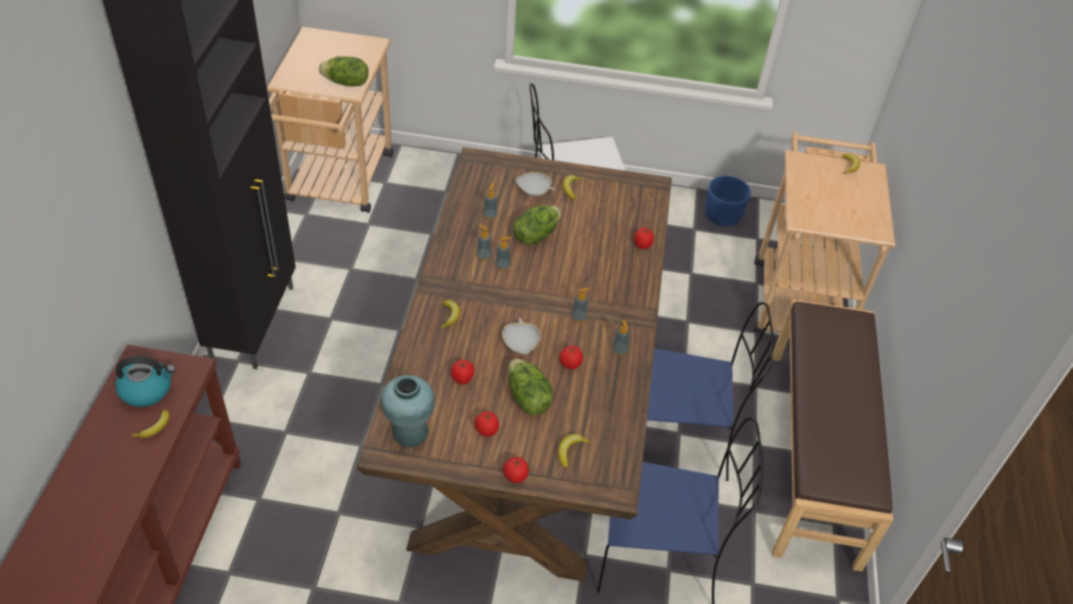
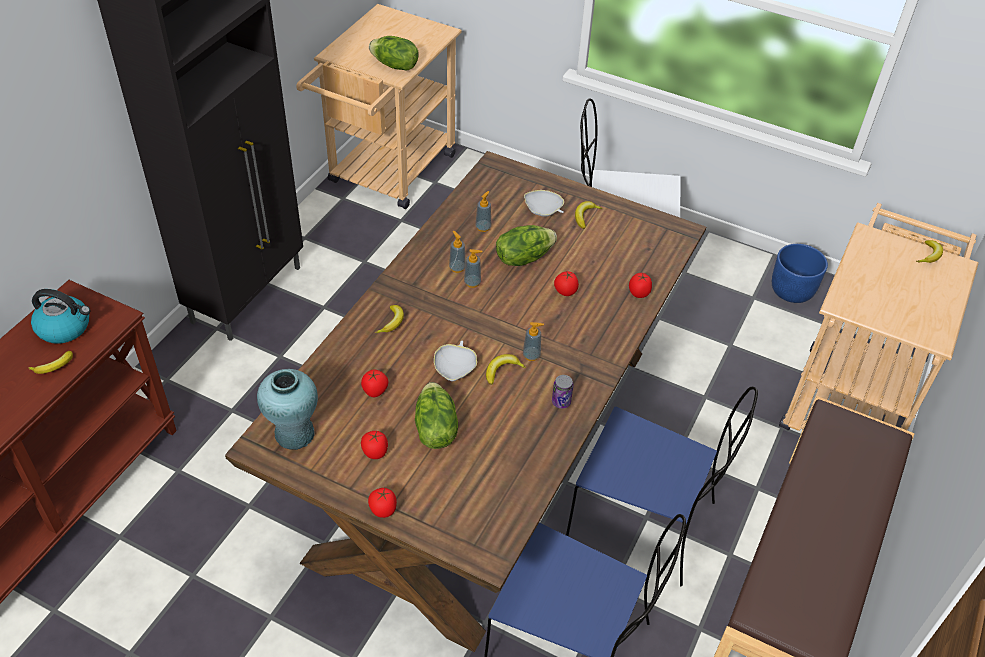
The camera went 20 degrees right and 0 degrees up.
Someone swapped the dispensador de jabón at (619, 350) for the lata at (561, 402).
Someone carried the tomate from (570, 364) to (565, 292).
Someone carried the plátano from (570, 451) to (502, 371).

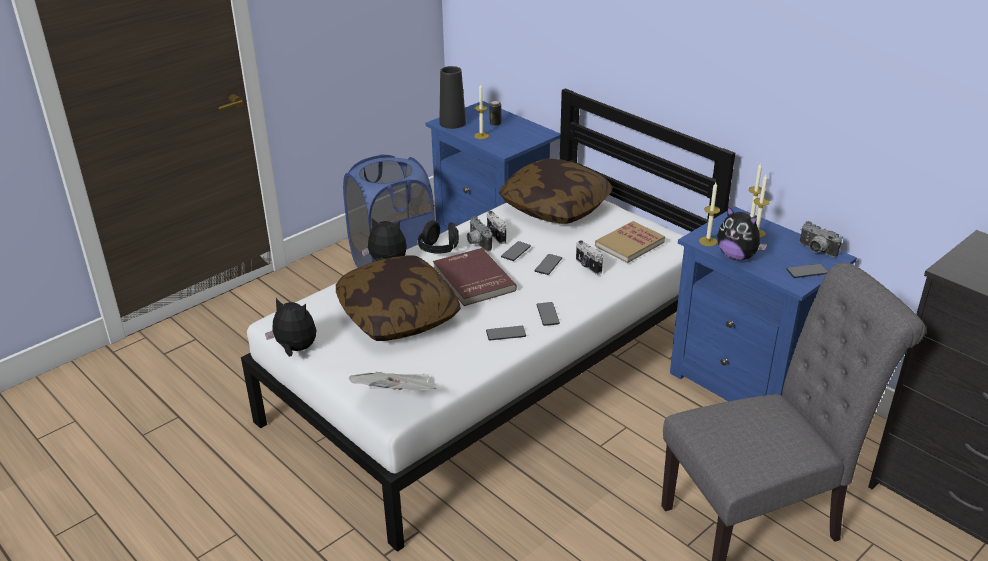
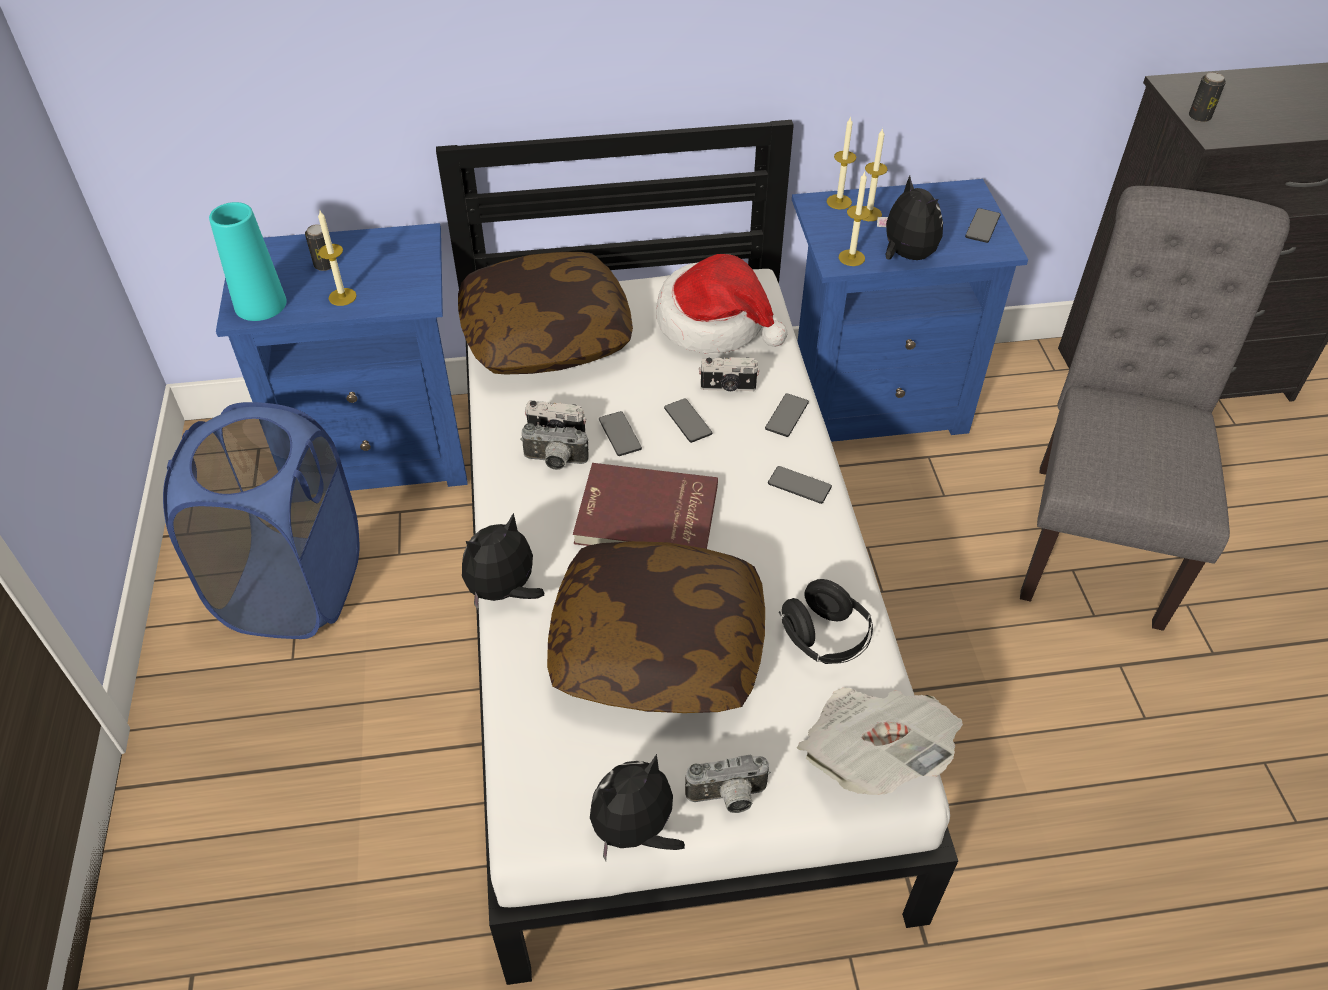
The camera went 55 degrees left and 15 degrees up.
Someone repainted the florero/negro at (452, 123), which became the florero/turquesa at (260, 304).
Someone rotated the peluche at (737, 256) by 105 degrees counterclockwise.
Someone carried the auriculares/negro from (439, 250) to (825, 638).
Someone swapped the libro at (629, 244) for the sombrero at (714, 323).
Someone carried the cámara from (815, 251) to (728, 798).
Someone carried the móvil from (506, 334) to (787, 416).
Someone put down the lata at (1199, 117).

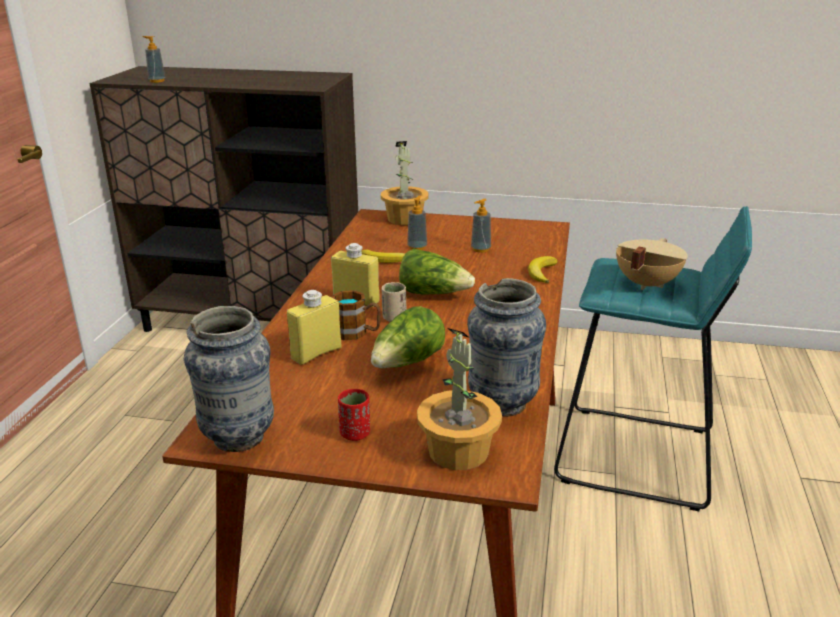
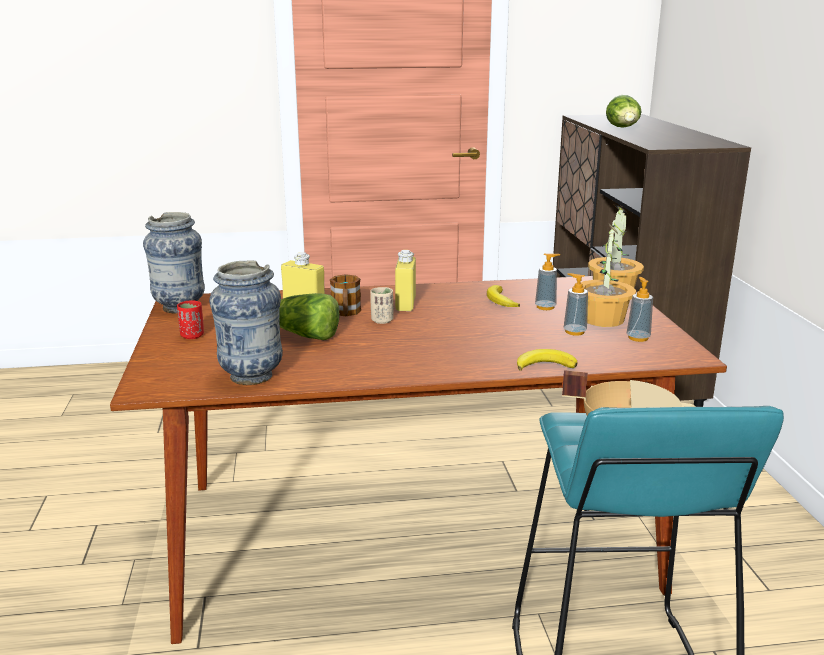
The camera went 70 degrees right and 5 degrees down.
Someone carried the dispensador de jabón from (157, 81) to (638, 338).
Someone carried the lechuga from (434, 293) to (623, 128).
Someone carried the planta en maceta from (458, 452) to (602, 319).

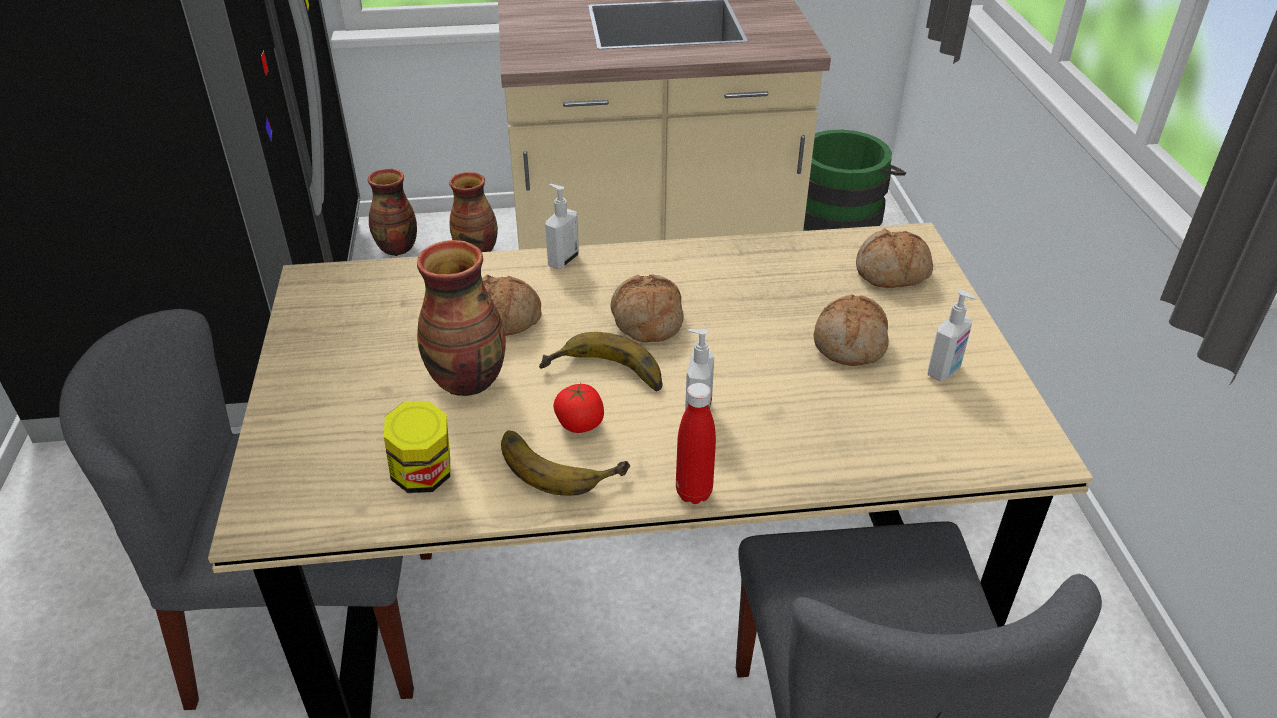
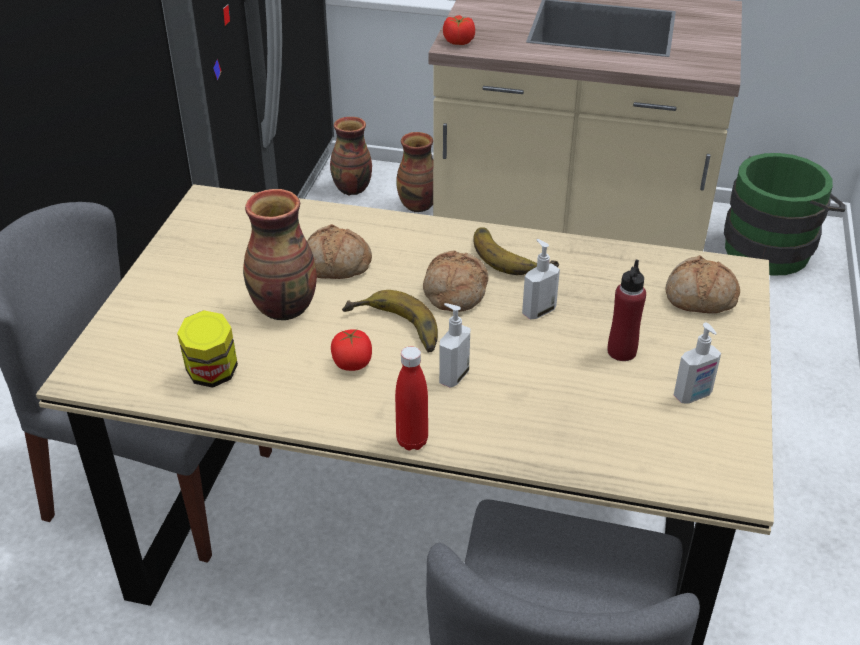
The camera went 20 degrees right and 0 degrees up.
Someone carried the dispensador de jabón from (562, 260) to (538, 311).
Someone swapped the pan at (851, 343) for the botella/rojo at (621, 351).
Someone carried the plátano from (560, 461) to (512, 254).
Someone put down the tomate at (458, 41).

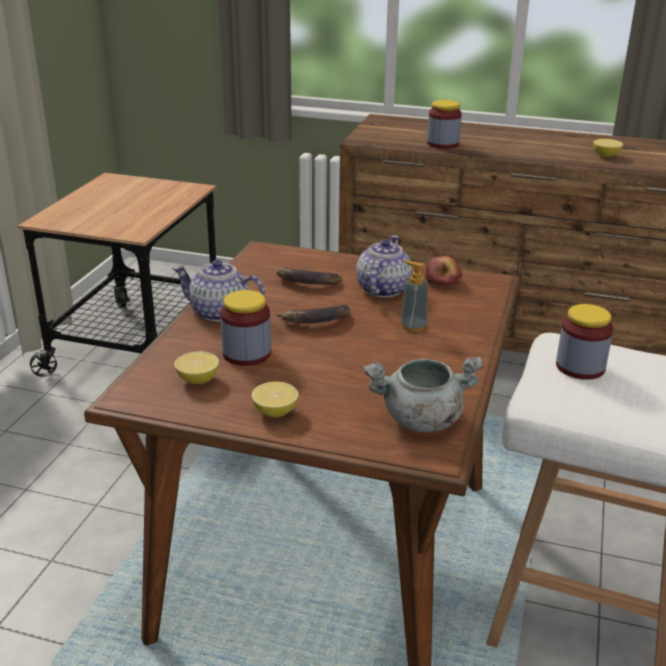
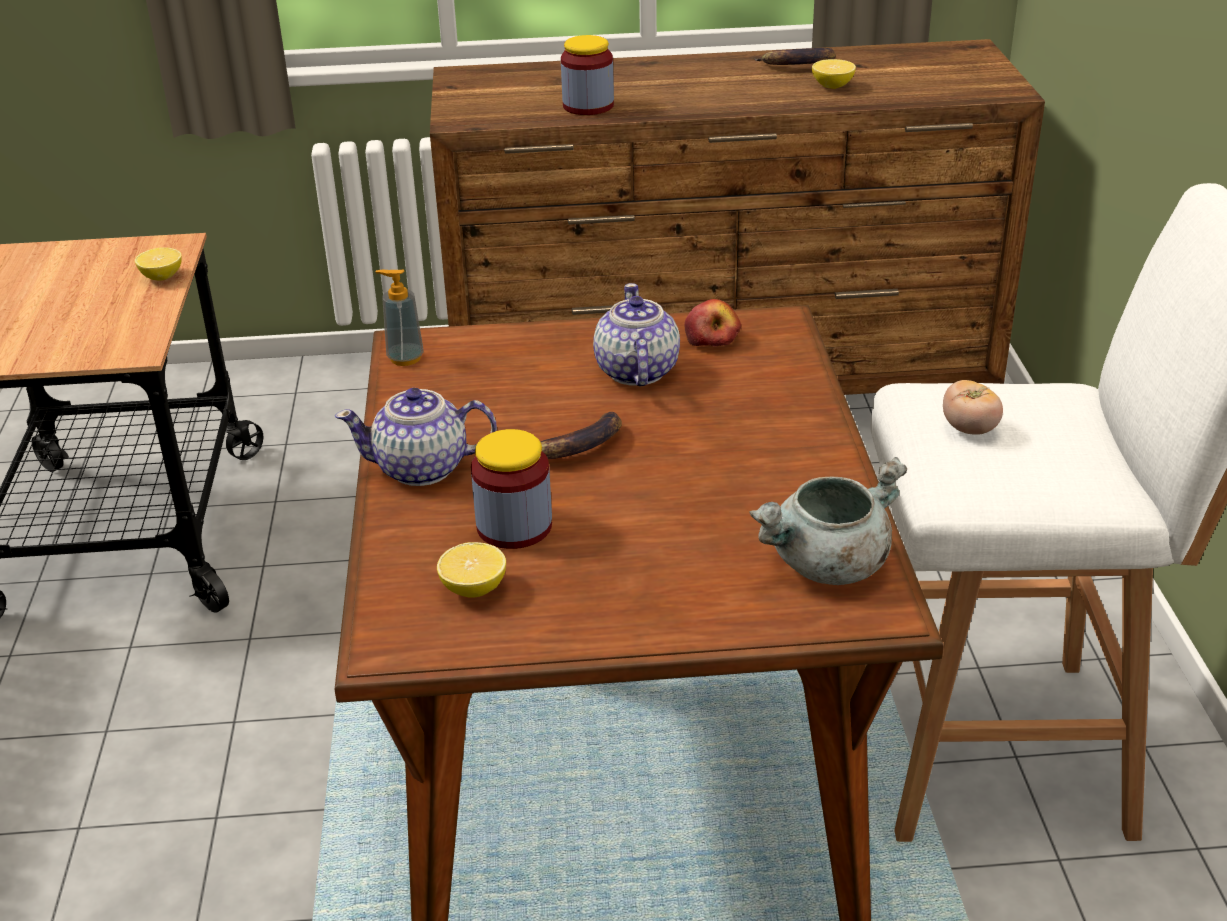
The camera went 20 degrees left and 5 degrees up.
Someone carried the dispensador de jabón from (413, 326) to (405, 358).
Someone carried the plátano from (306, 282) to (797, 65).
Someone swapped the tarro at (580, 367) for the tomate at (969, 429).
Someone carried the limón from (275, 412) to (162, 277).

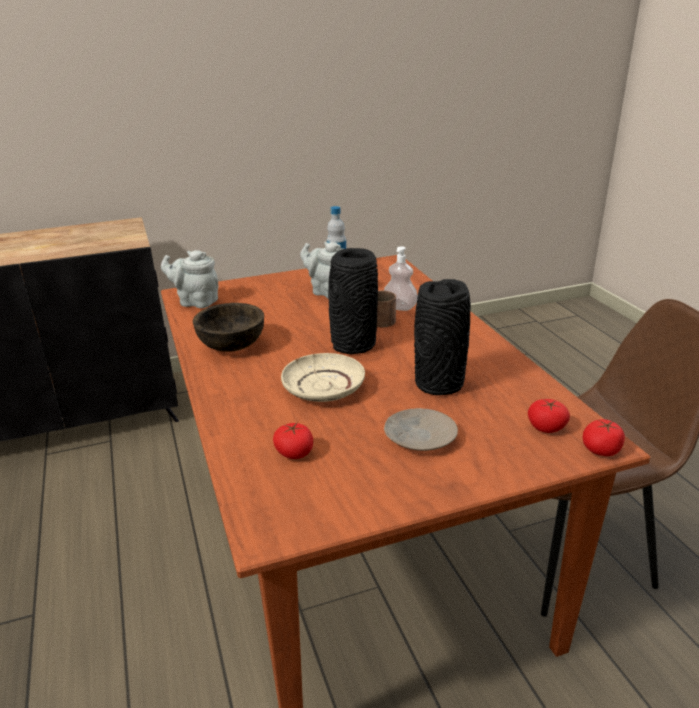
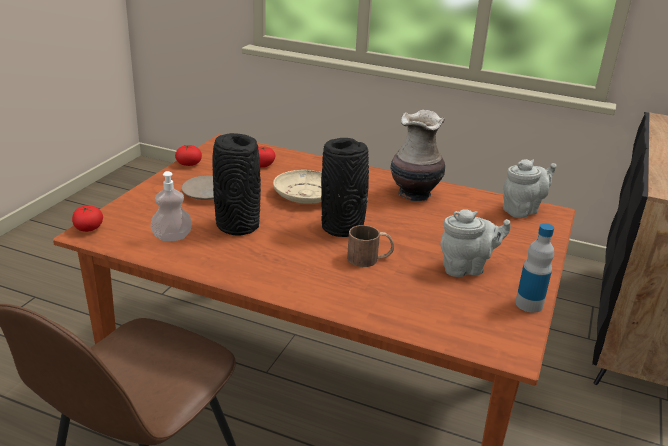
The camera went 130 degrees right and 0 degrees up.
Someone carried the dispensador de jabón from (400, 307) to (172, 237).
Someone swapped the cuenco/marrón at (232, 345) for the florero at (413, 194).
Someone carried the tomate from (546, 427) to (188, 164).

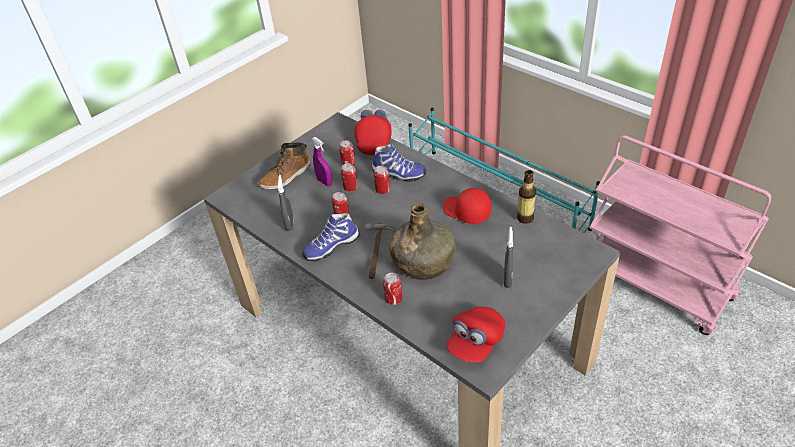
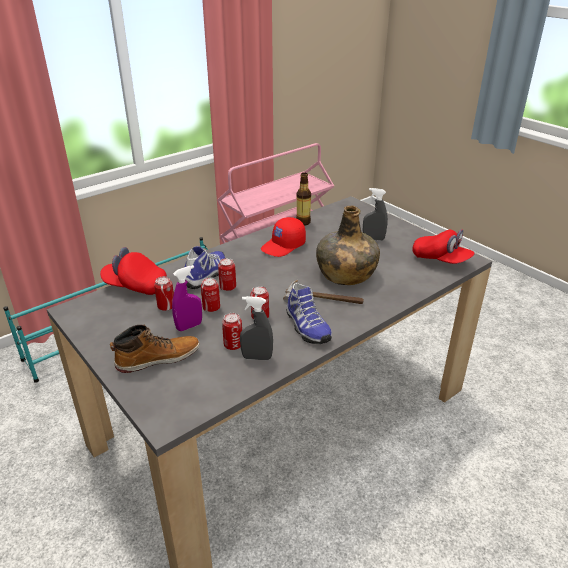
The camera went 85 degrees left and 10 degrees down.
Someone rotated the bota at (286, 176) by 75 degrees counterclockwise.
Someone carried the lata from (393, 299) to (233, 345).

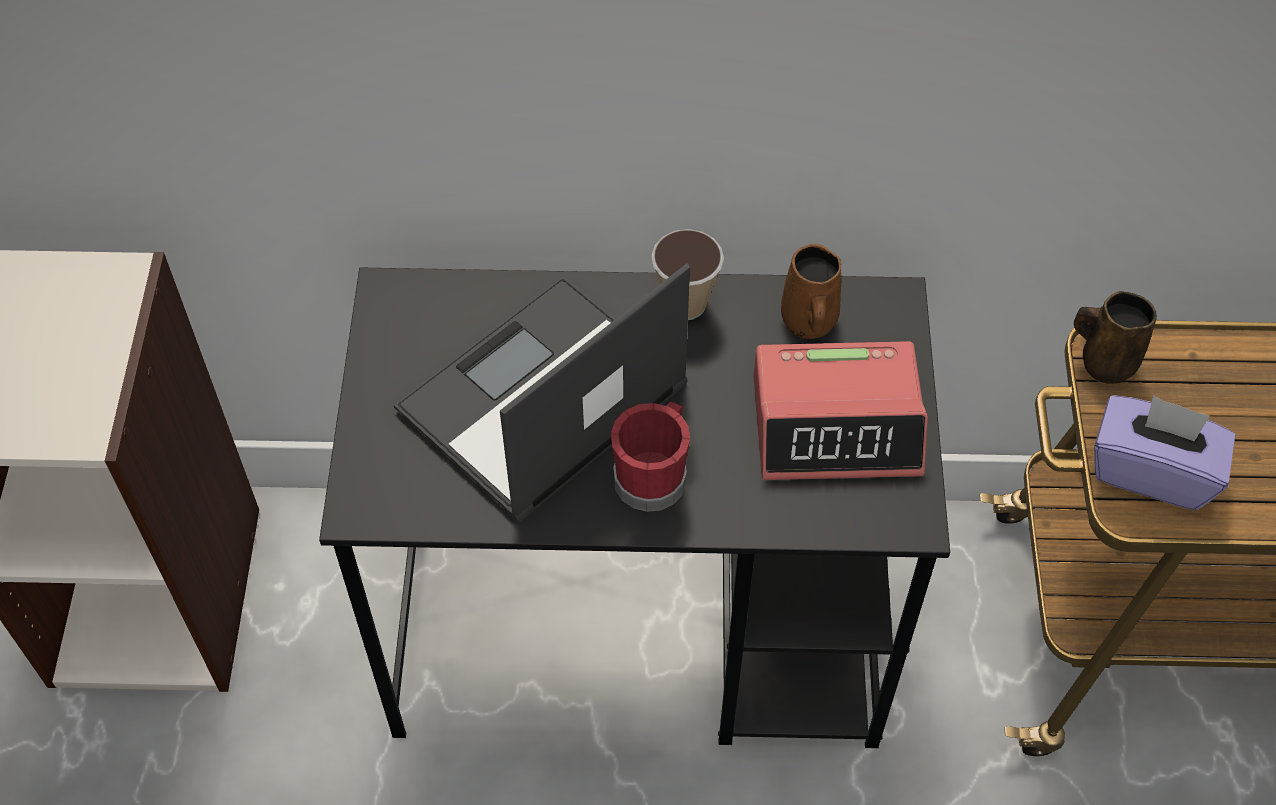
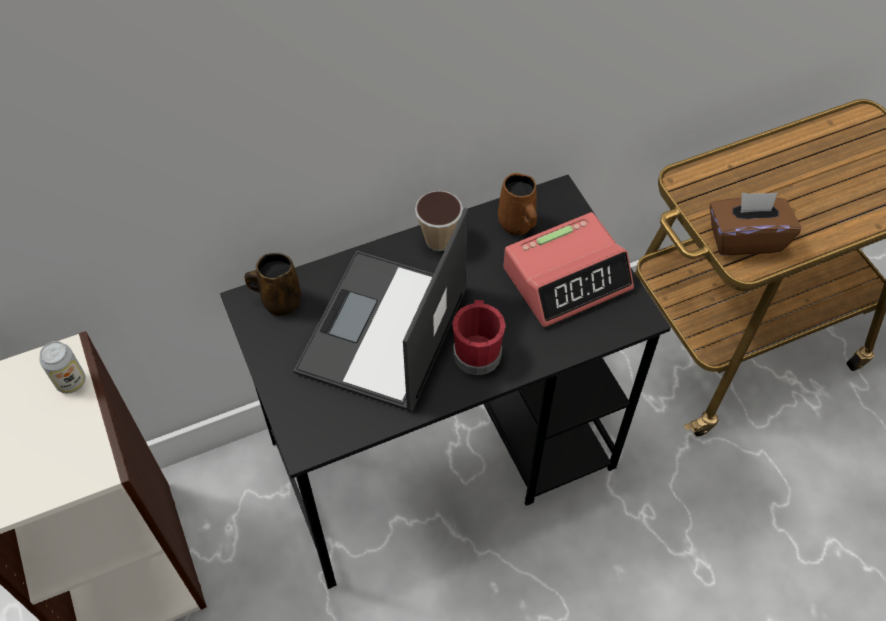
The camera went 25 degrees left and 0 degrees up.
Someone carried the taza grande/marrón from (1104, 362) to (279, 301).
Someone repainted the caja de pañuelos/morado at (1151, 470), which became the caja de pañuelos/marrón at (745, 238).
Someone put down the lata at (71, 382).

